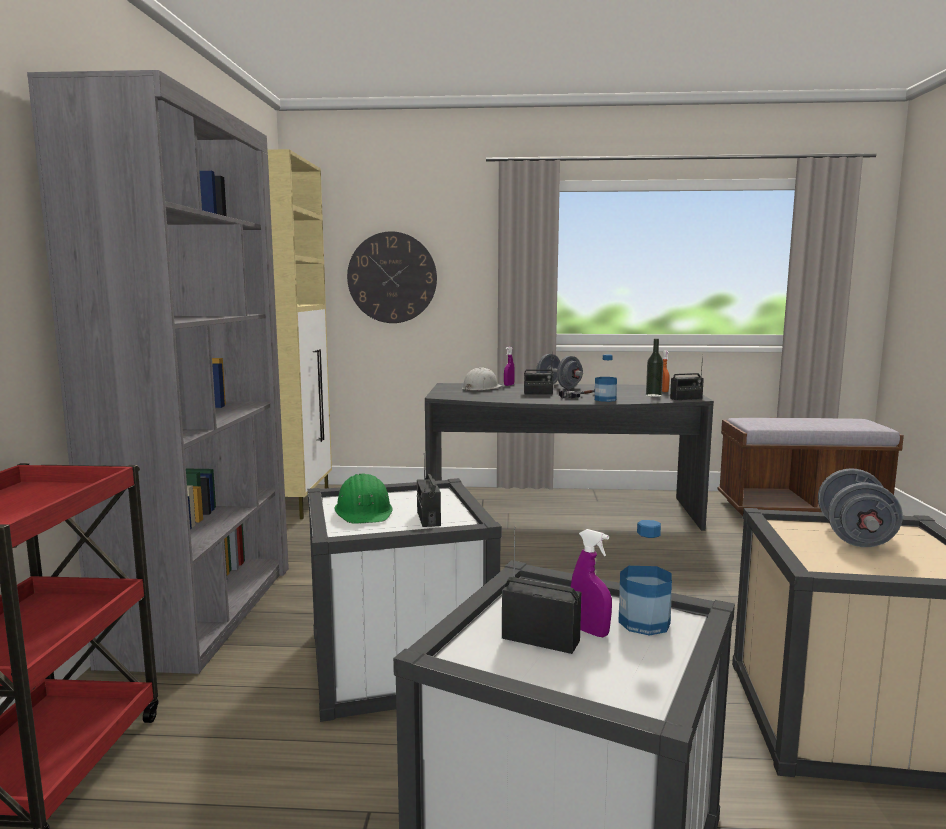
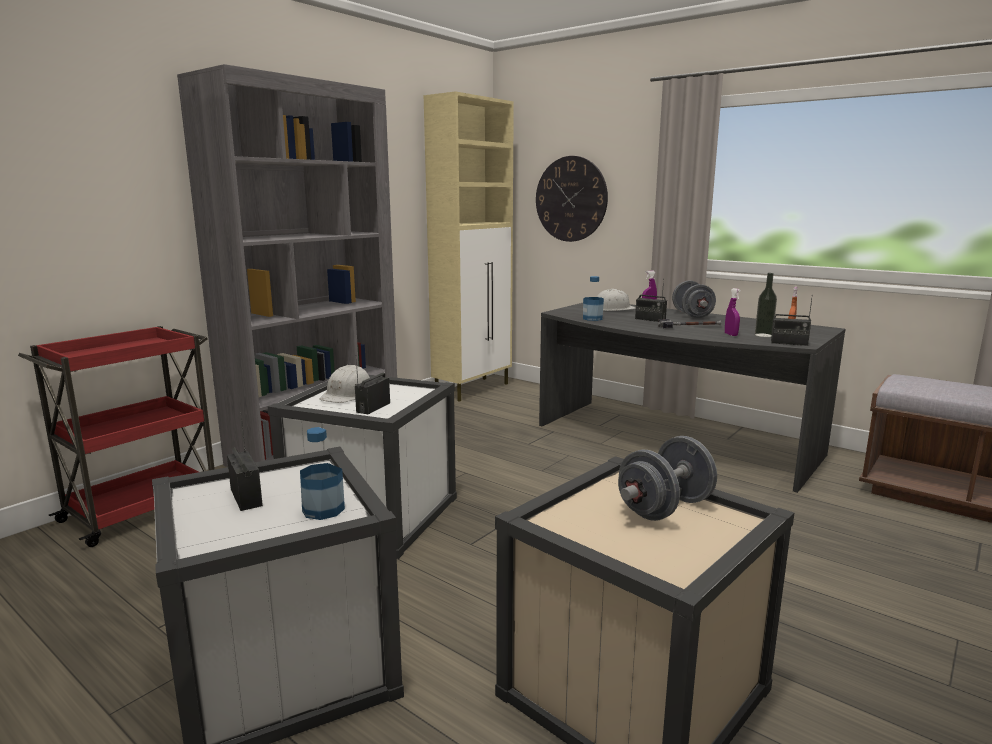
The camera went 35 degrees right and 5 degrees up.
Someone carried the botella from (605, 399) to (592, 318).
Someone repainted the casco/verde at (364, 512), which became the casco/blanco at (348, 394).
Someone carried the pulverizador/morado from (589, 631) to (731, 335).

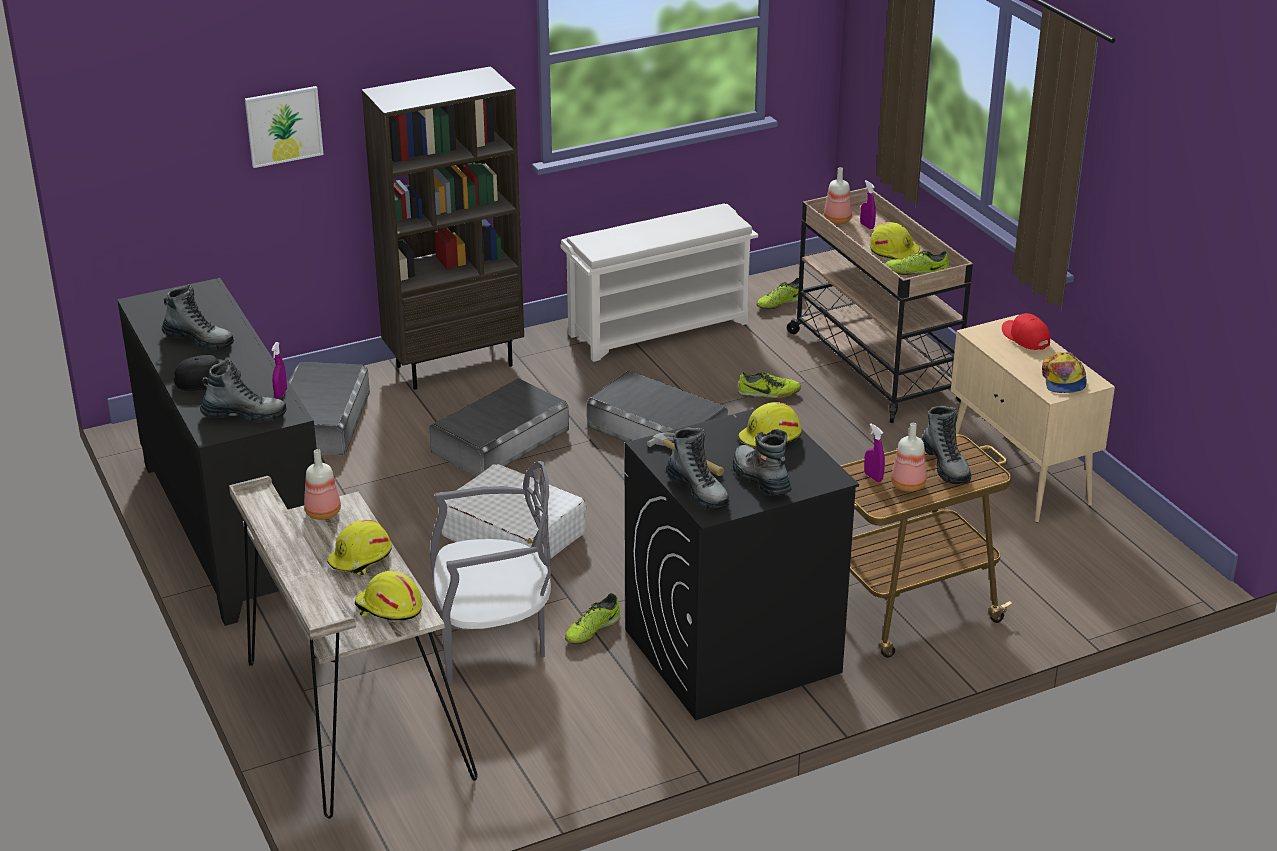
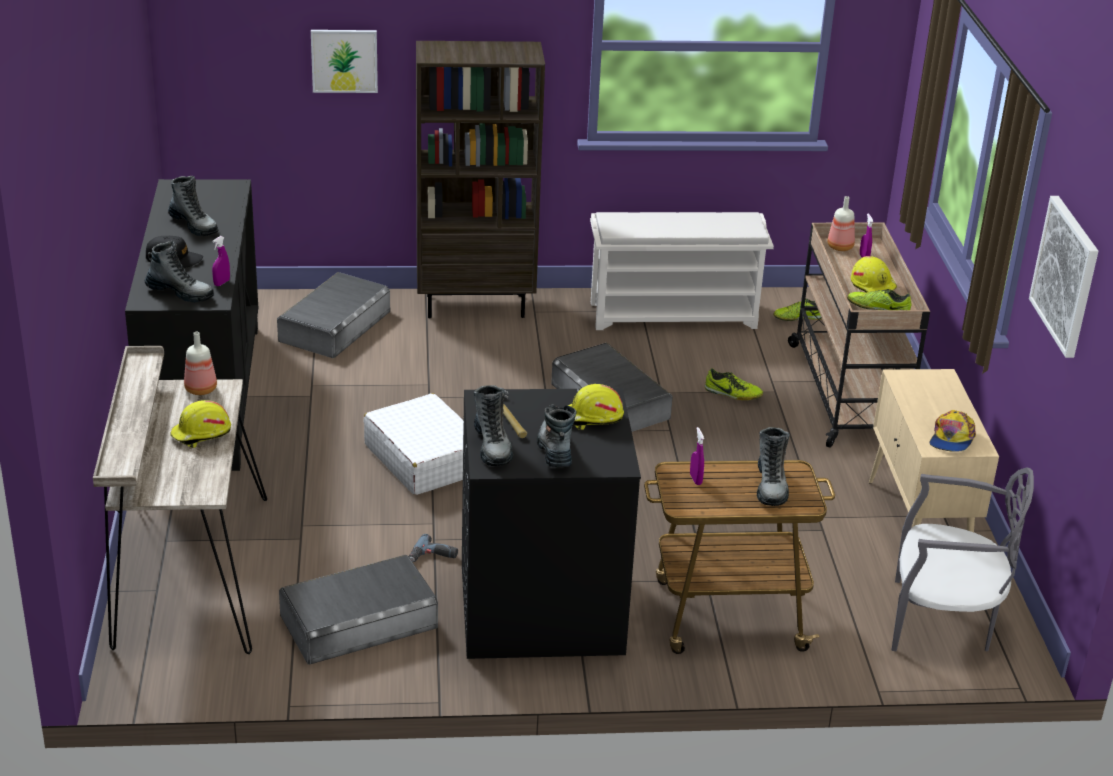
The camera went 20 degrees right and 0 degrees up.
Someone took away the gorra/rojo at (1025, 337).
Someone carried the caja de almacenaje/gris from (500, 440) to (358, 620).
Someone took away the botella at (909, 485).
Someone carried the silla/gris from (493, 640) to (942, 622).
Someone took away the casco/amarillo at (388, 608).
Someone swapped the zapato at (592, 630) for the taladro at (433, 557).
Someone put up the cuadro at (1066, 275).

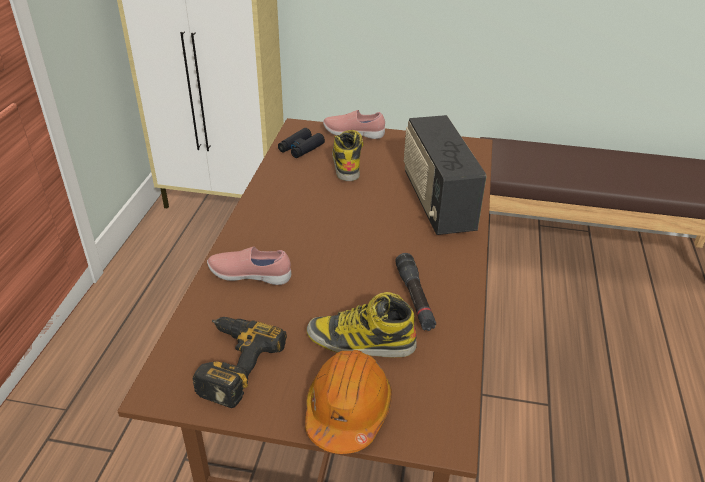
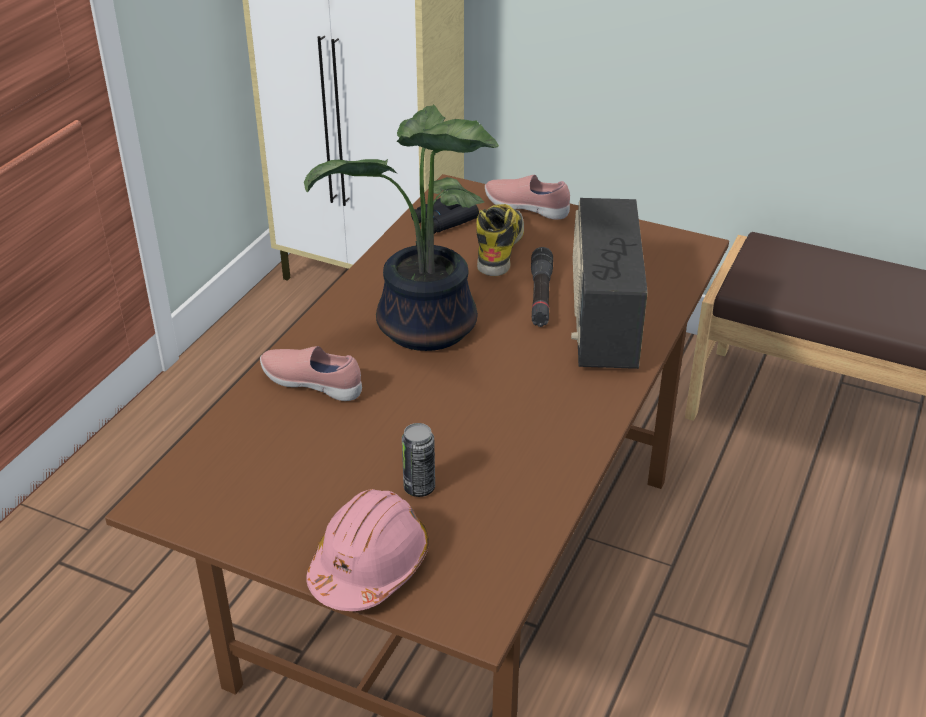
The camera went 15 degrees right and 0 degrees up.
Someone carried the linterna/negro from (415, 298) to (540, 296).
Someone swapped the bota at (360, 341) for the lata at (419, 488).
Someone took away the taladro at (230, 363).
Someone repainted the casco/naranja at (347, 411), which became the casco/rosa at (369, 566).
Someone put down the planta en maceta at (425, 330).

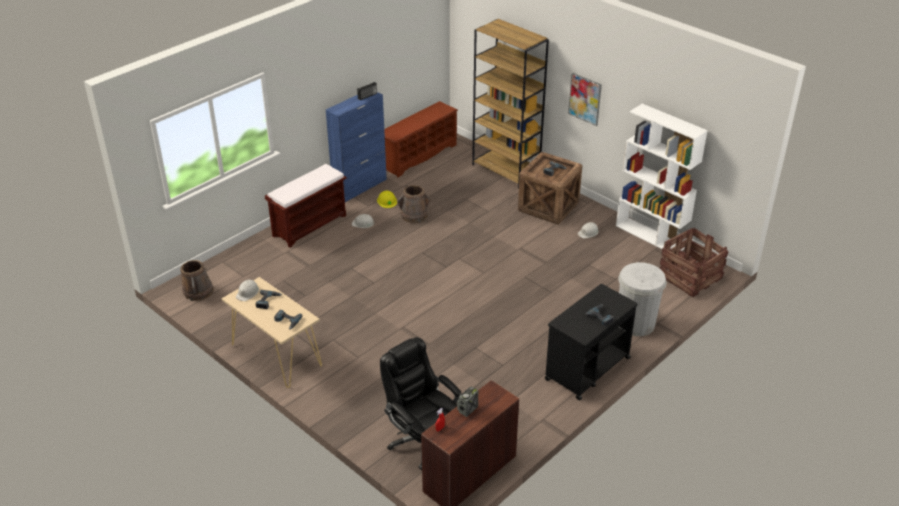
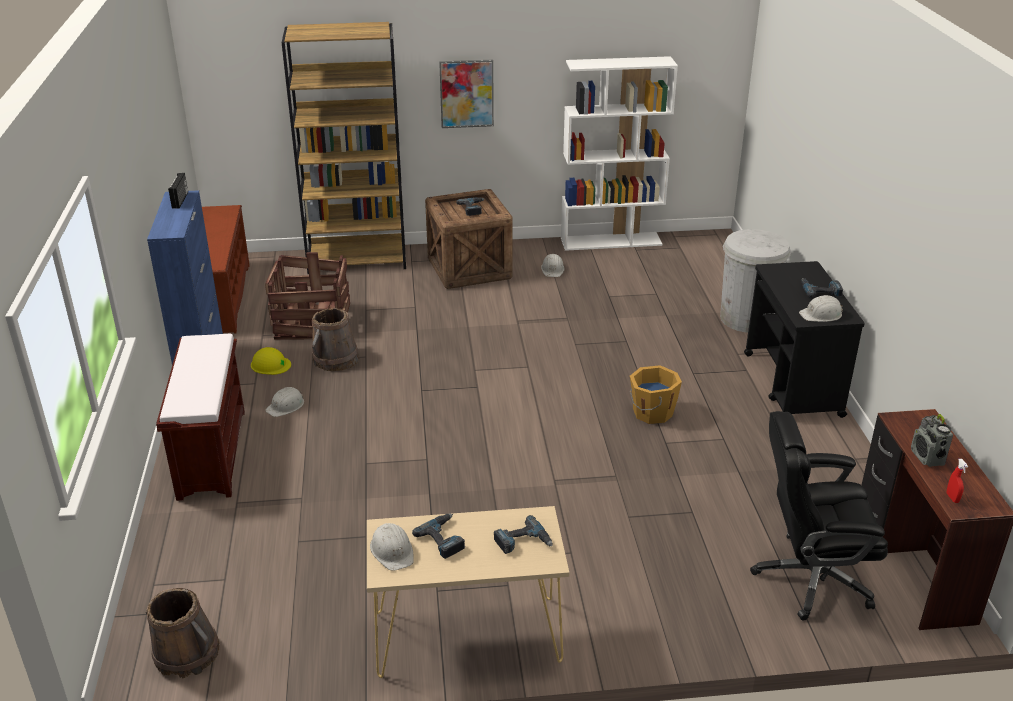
The camera went 50 degrees left and 5 degrees down.
Someone carried the caja de embalaje from (689, 278) to (312, 323).
Someone put down the casco/blanco at (821, 314).
Someone put down the cubo/naranja at (651, 412).

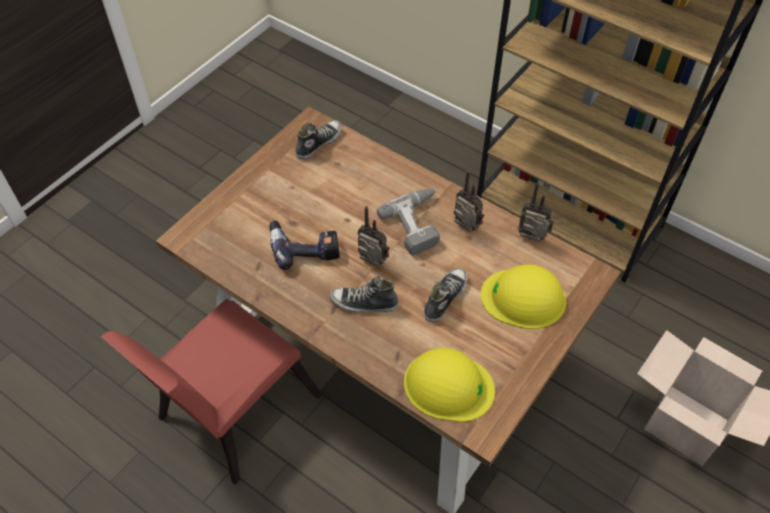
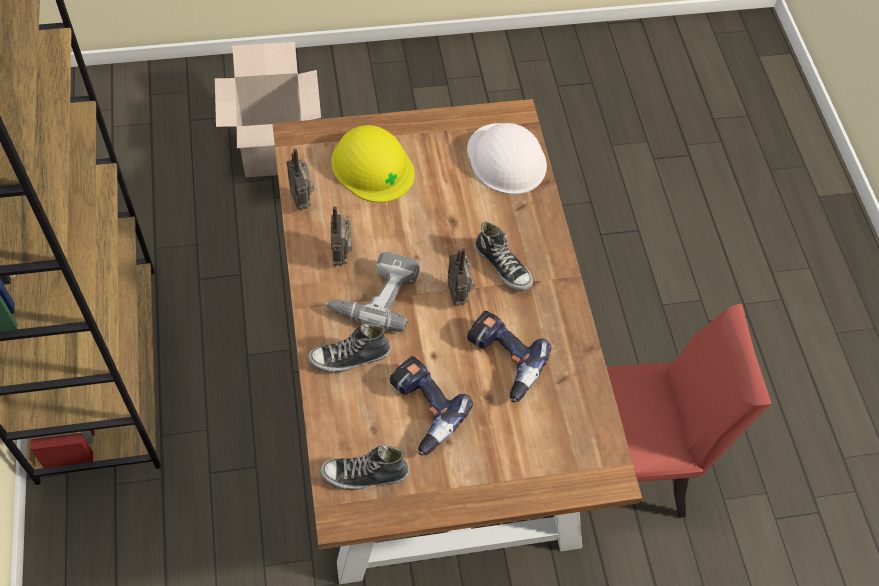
The camera went 140 degrees left and 5 degrees up.
Someone carried the zapato from (444, 298) to (349, 358).
Someone repainted the casco/amarillo at (448, 385), which became the casco/blanco at (506, 159).
Someone put down the taladro at (421, 410).

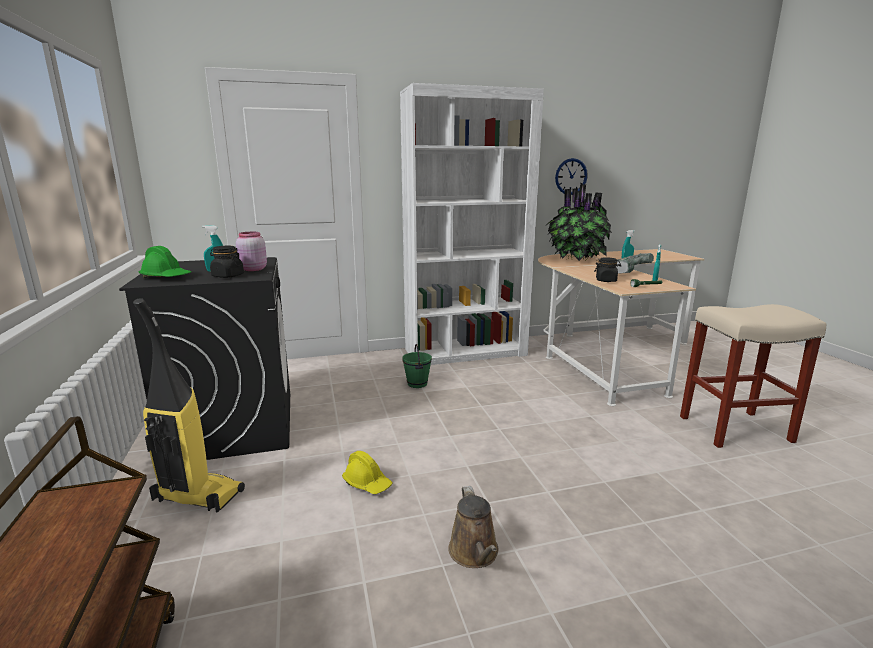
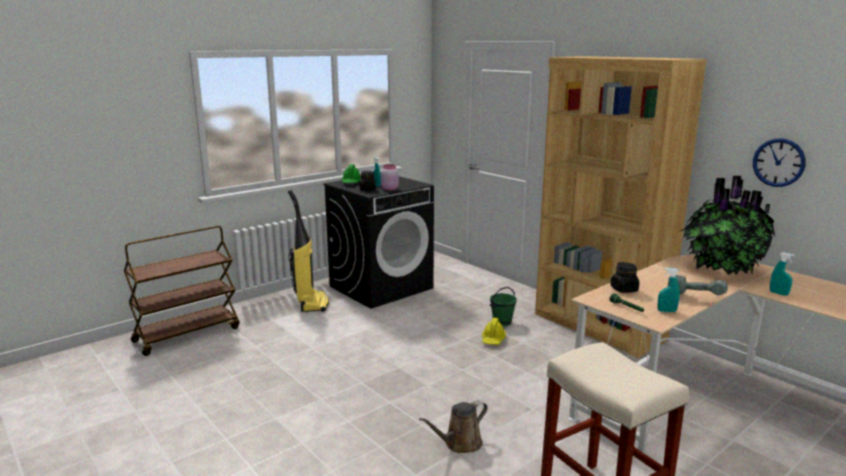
The camera went 65 degrees right and 0 degrees up.
Someone repainted the estantería/blanco at (466, 352), which became the estantería/marrón at (598, 327).
Someone carried the casco/amarillo from (367, 483) to (493, 339).
Someone carried the regadera/marrón from (475, 553) to (460, 444).

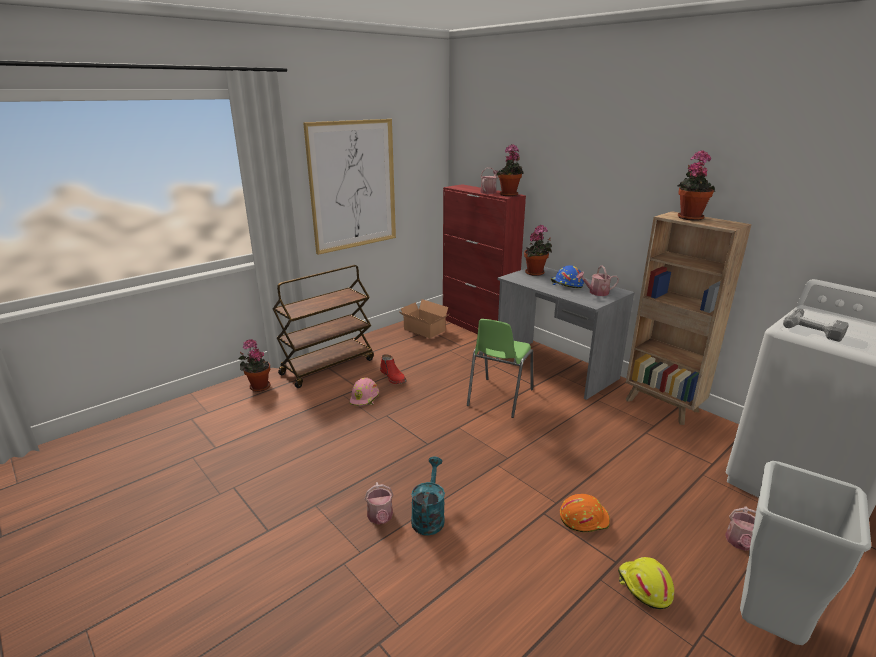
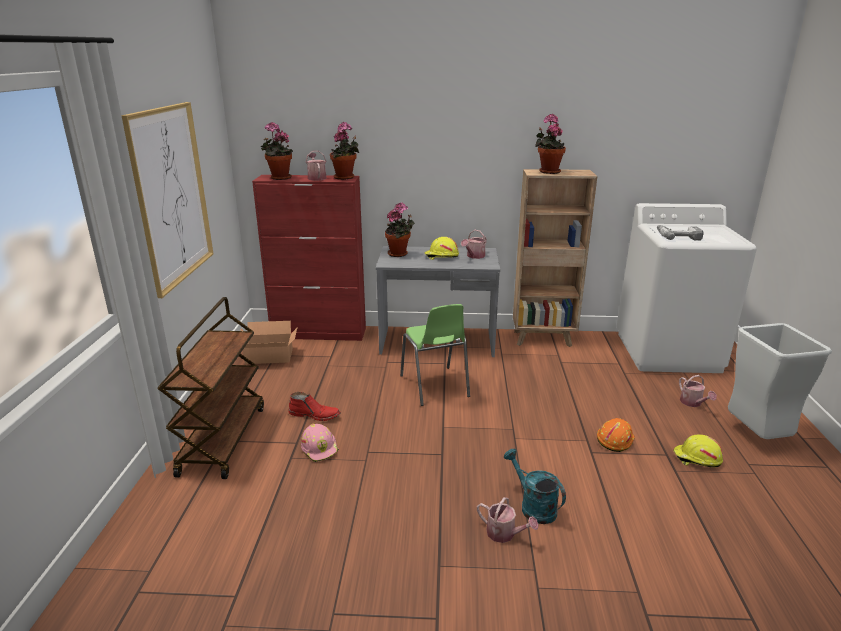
The camera went 45 degrees left and 0 degrees up.
Someone repainted the casco/azul at (566, 284), which became the casco/amarillo at (441, 256).
Someone carried the planta en maceta from (258, 386) to (279, 178).

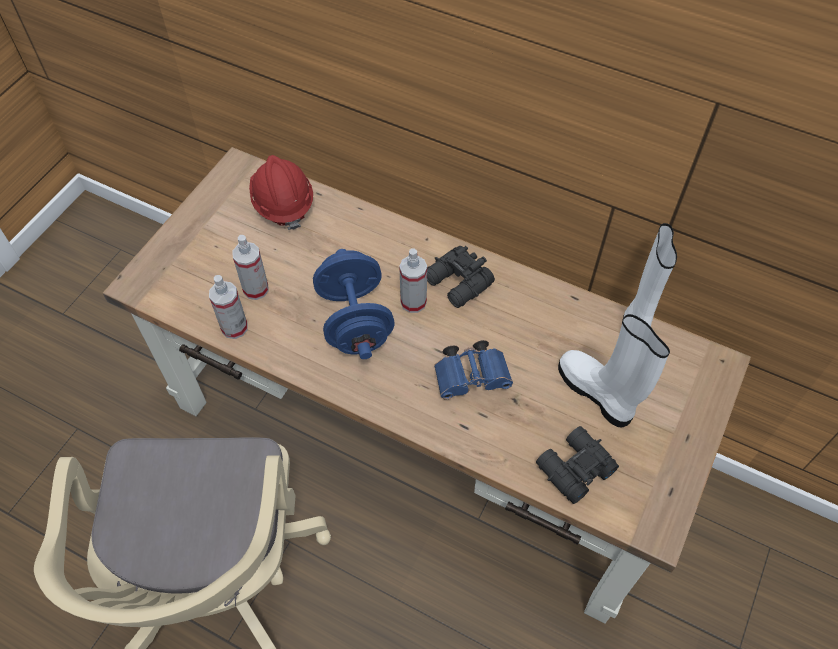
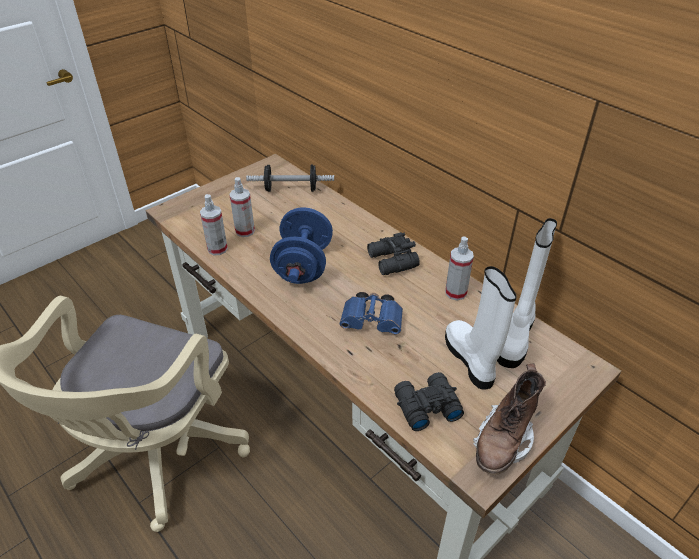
The camera went 20 degrees right and 15 degrees down.
Someone swapped the casco/rojo at (283, 203) for the mancuerna at (291, 189).
Someone carried the pulverizador from (413, 302) to (455, 292).
Someone put down the bota/marrón at (503, 441).

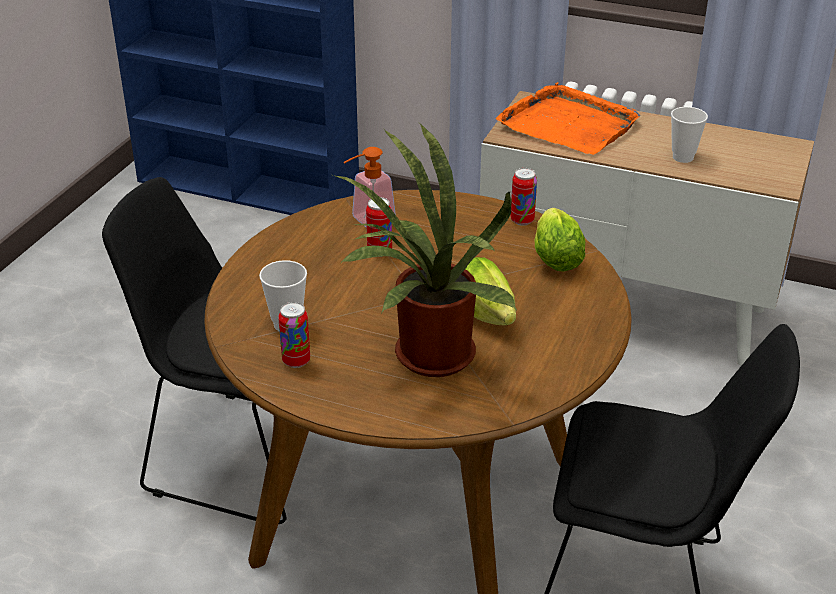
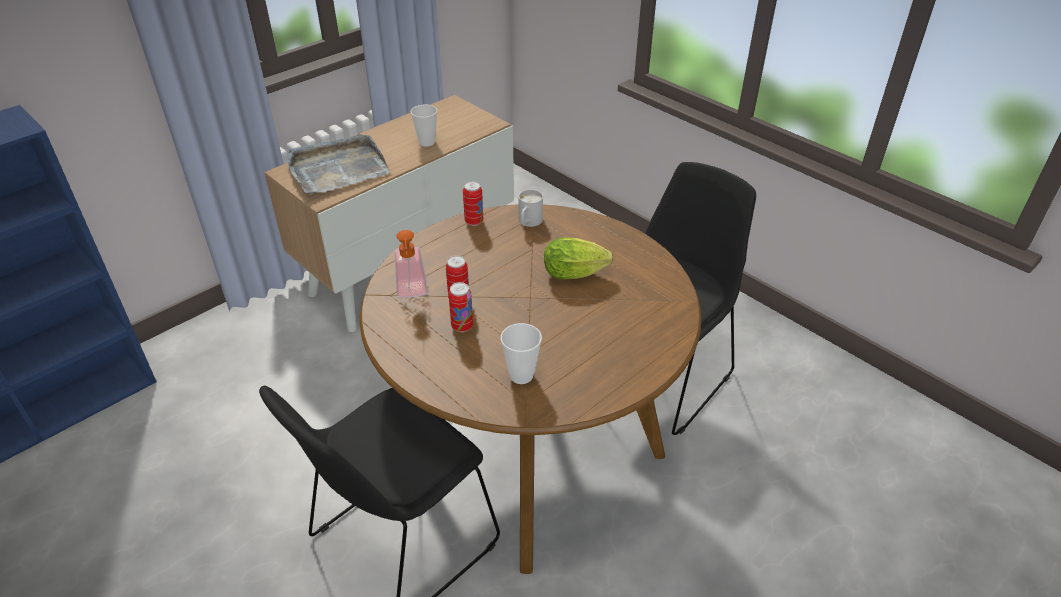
The camera went 65 degrees left and 5 degrees up.
Someone repainted the bandeja/naranja at (568, 124), which became the bandeja/gris at (337, 168).
Someone took away the planta en maceta at (426, 358).
Someone swapped the lechuga at (555, 256) for the taza grande/blanco at (528, 223).
Someone carried the lata from (296, 361) to (462, 326).

